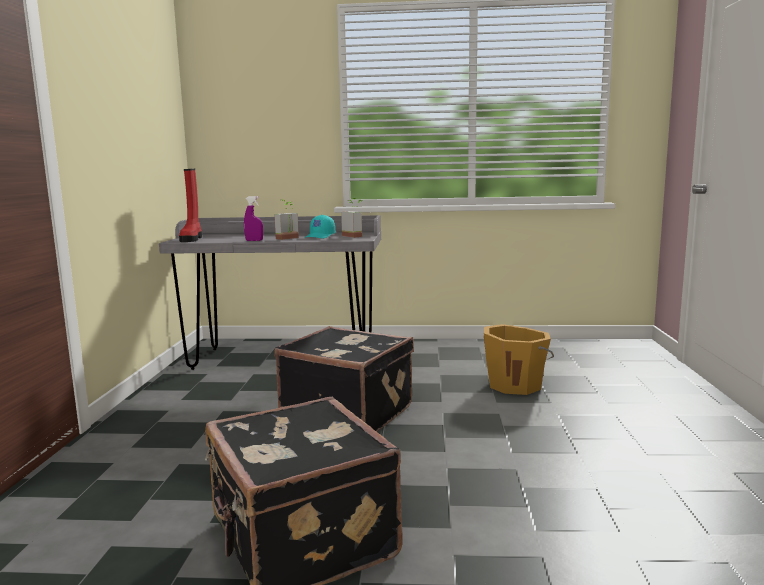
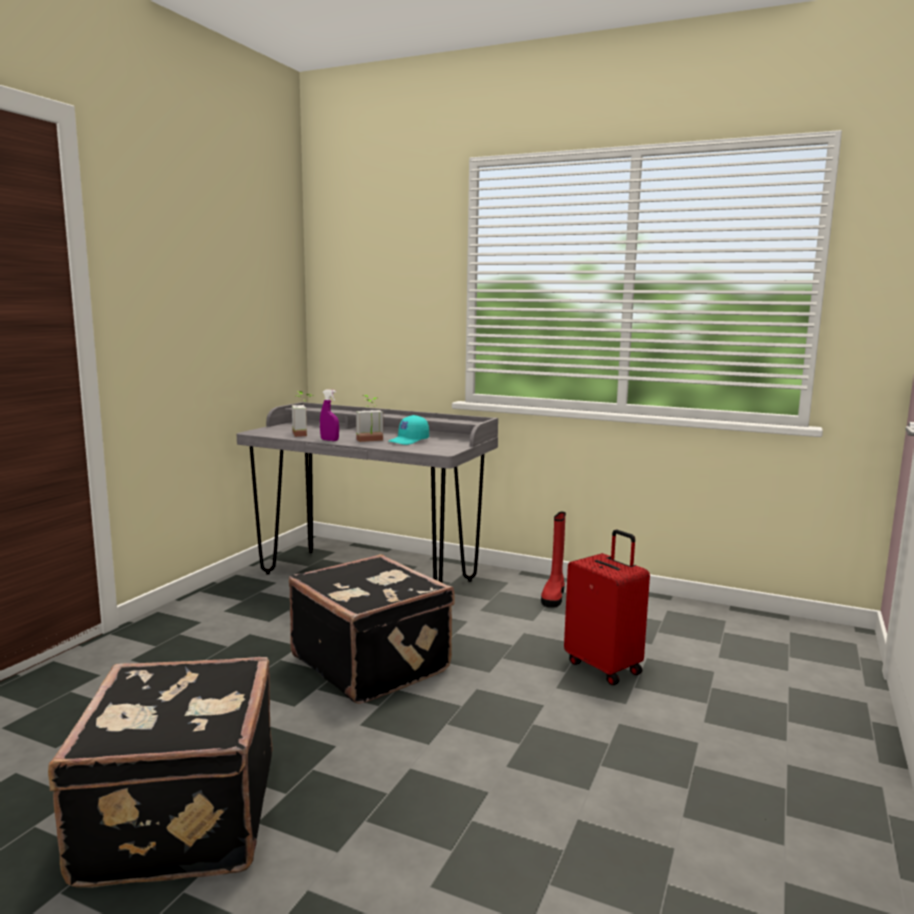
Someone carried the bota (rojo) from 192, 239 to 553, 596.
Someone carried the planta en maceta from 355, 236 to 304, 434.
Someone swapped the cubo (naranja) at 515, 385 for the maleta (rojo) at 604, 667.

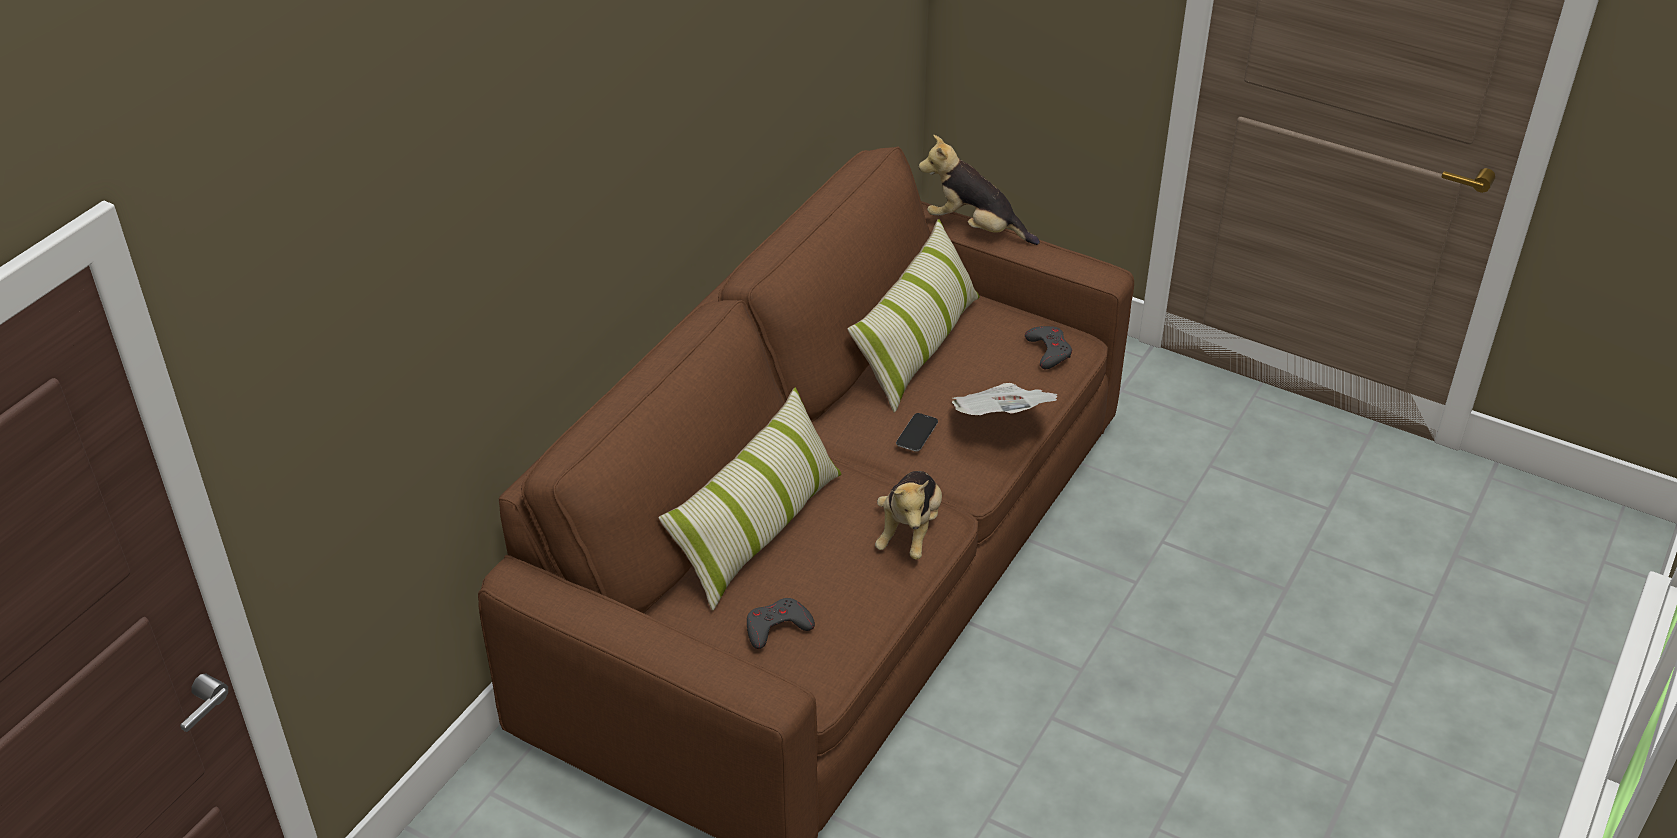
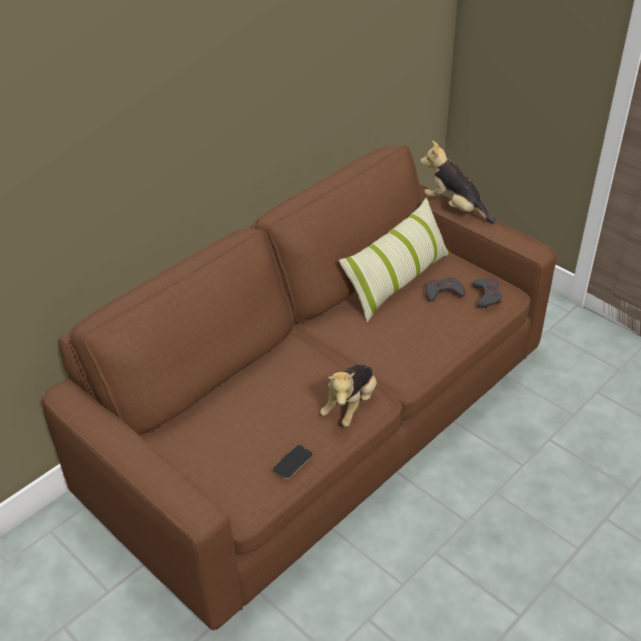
Someone took away the cojín at 758, 530.
Someone carried the mando de consola (gris) from 777, 627 to 443, 292.
Someone carried the móvil from 917, 433 to 293, 462.
Someone took away the periódico at 1001, 421.

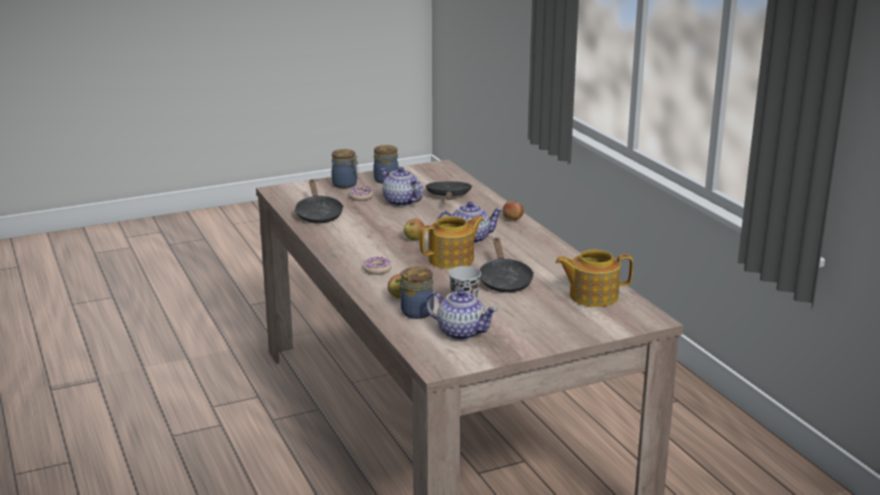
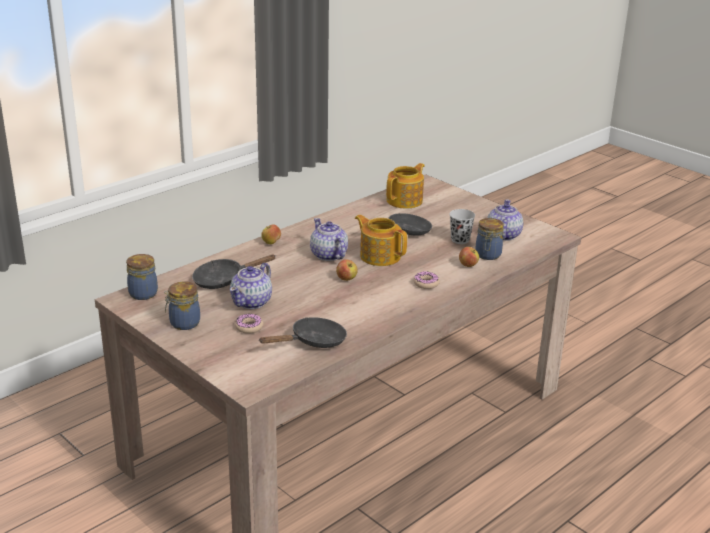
Someone carried the tarro from 345, 185 to 143, 293.
Someone rotated the tetera at 592, 296 by 120 degrees counterclockwise.

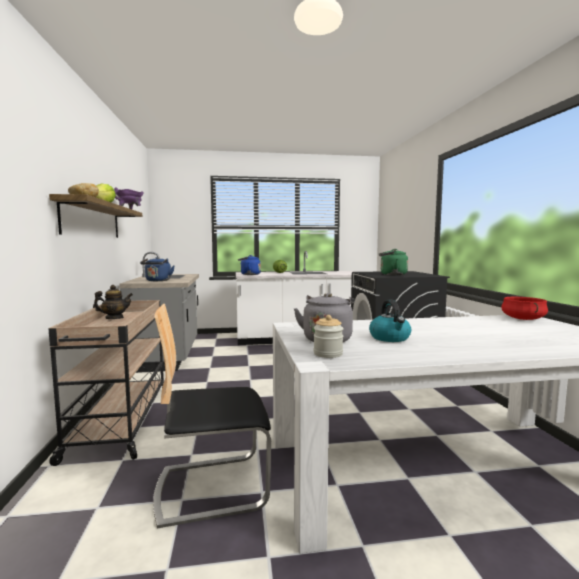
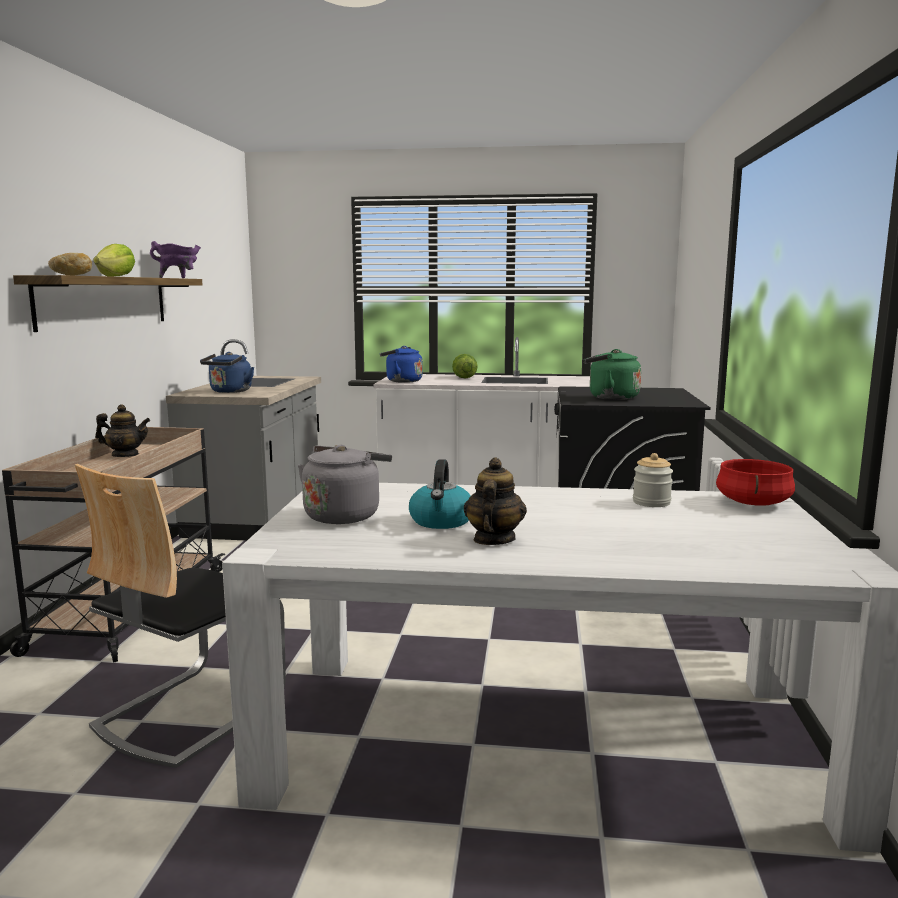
Someone rotated the silla at 212, 486 by 60 degrees counterclockwise.
Someone carried the tarro from 328, 354 to 651, 502.
Someone put down the tetera at 493, 540.

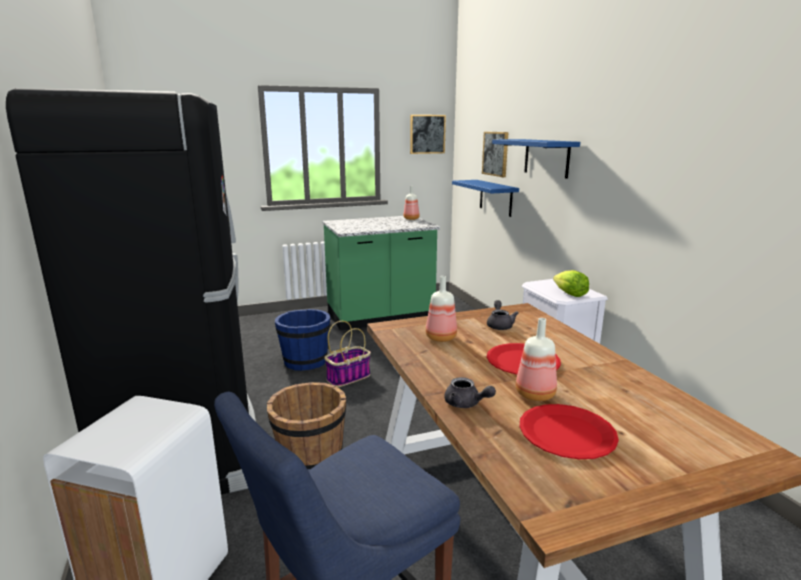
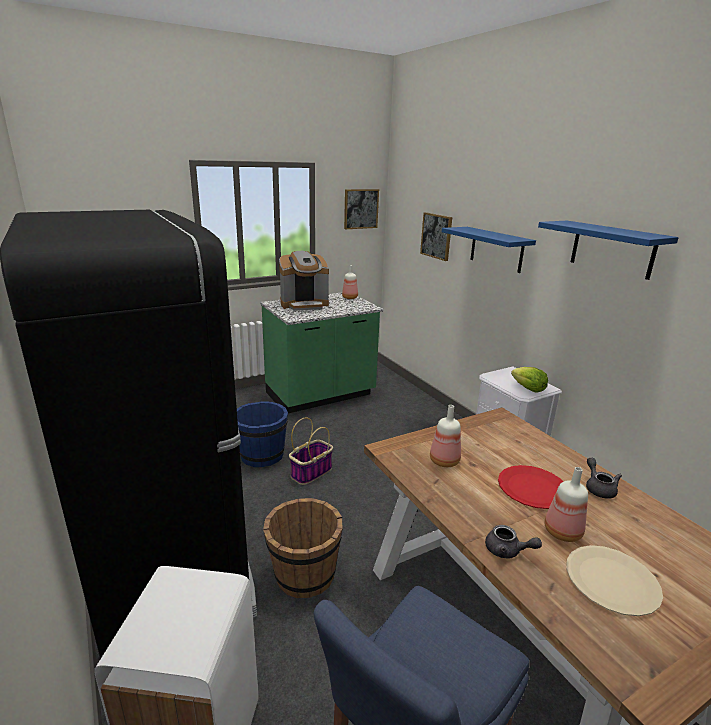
Someone carried the estante (azul) from 495, 197 to 612, 249.
Someone carried the tetera (gris) from 499, 325 to 598, 488.
Someone repainted the plato (rojo) at 566, 433, which became the plato (beis) at 611, 581.
Someone put down the cafetera at 304, 304.

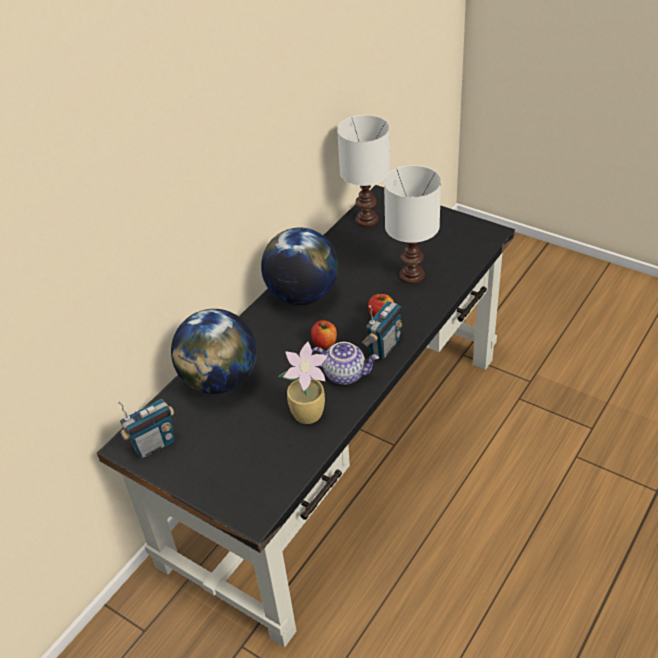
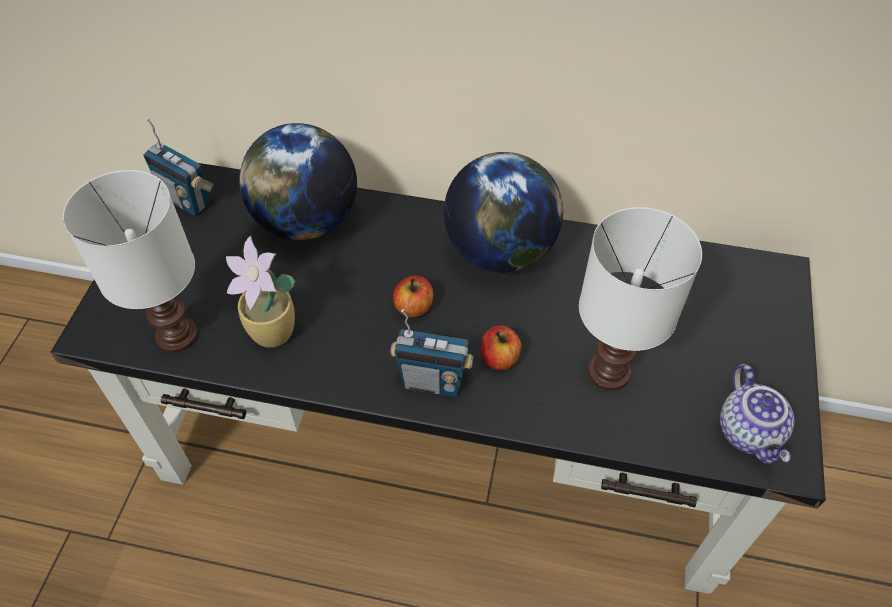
Someone carried the tetera from 345, 374 to 750, 432.
Someone carried the lámpara de mesa (blanco) from 366, 221 to 175, 336.

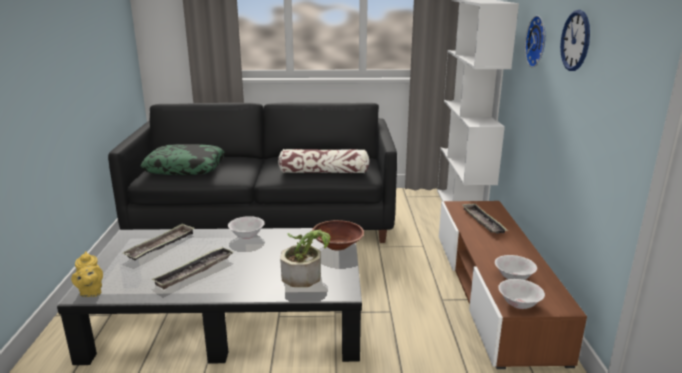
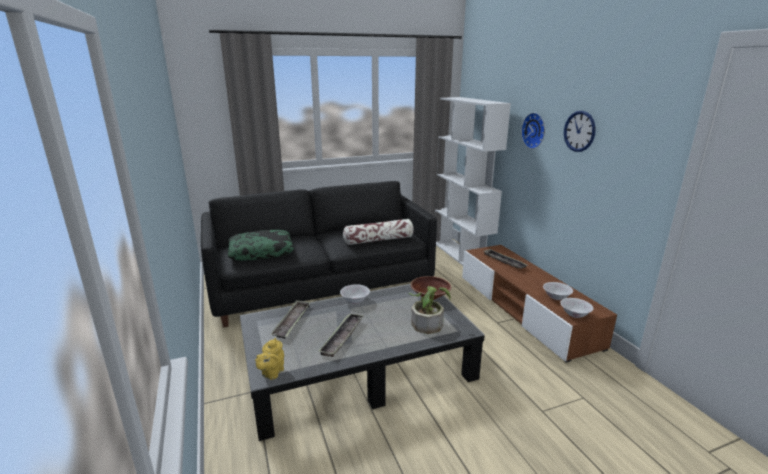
Someone rotated the tetera (amarillo) at 91, 292 by 60 degrees clockwise.

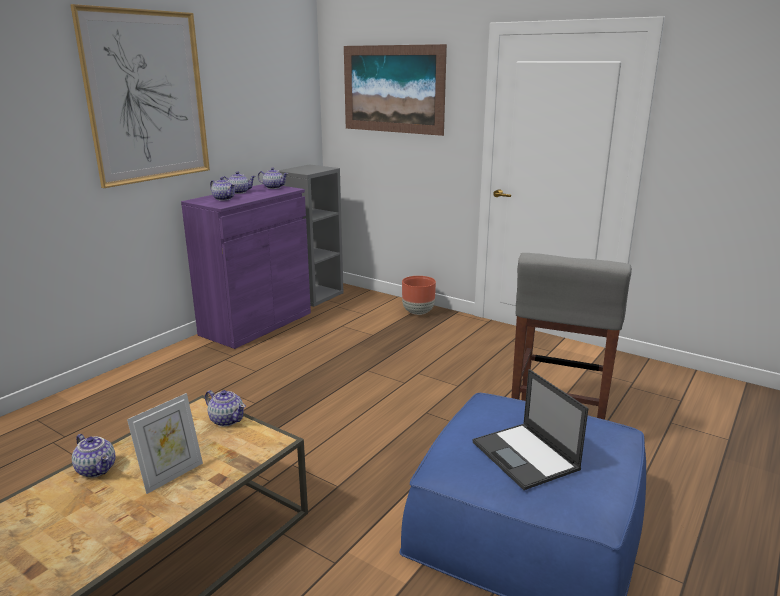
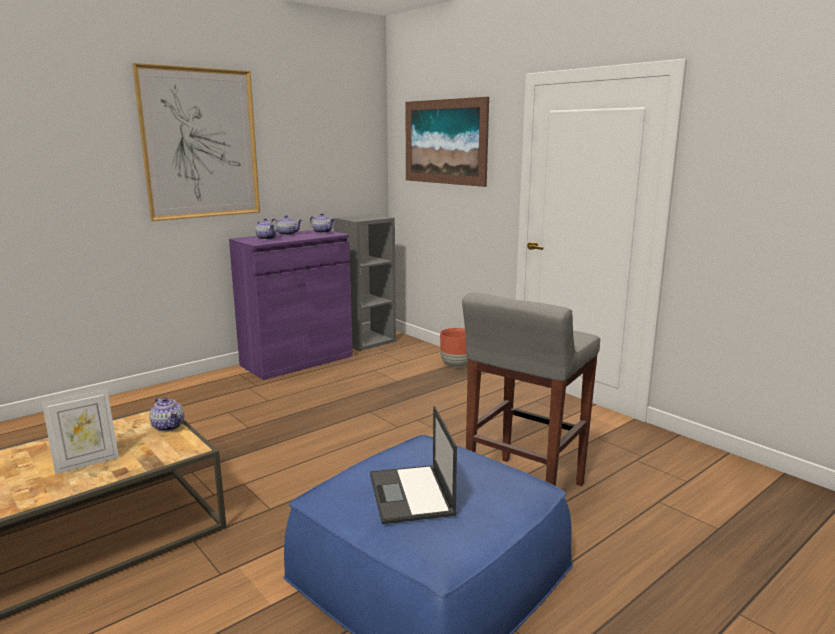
Someone took away the tetera at 97, 469.

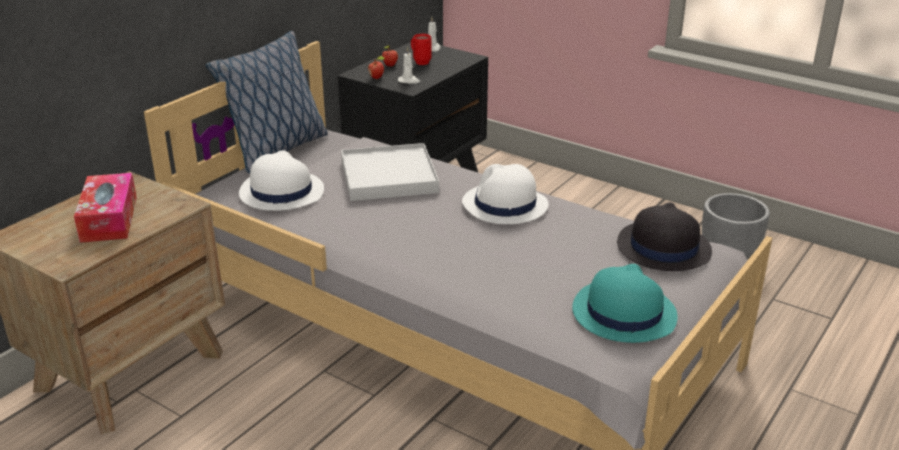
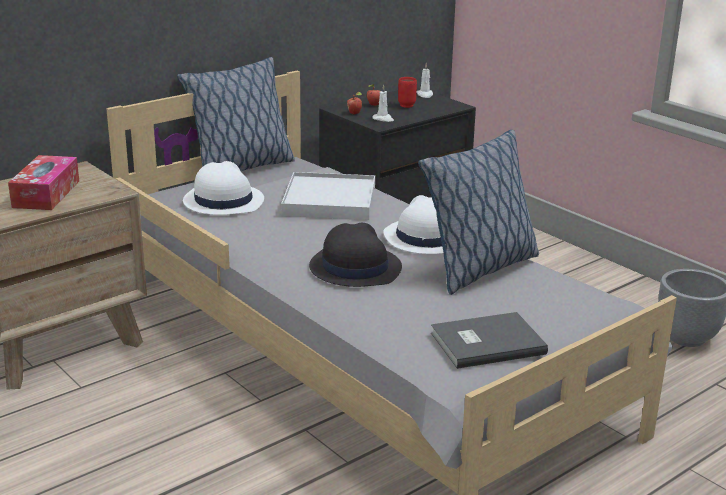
Someone swapped the sombrero (turquesa) at 623, 313 for the libro (gris) at 485, 342.
Someone carried the sombrero (negro) from 662, 248 to 354, 267.
Someone put down the cojín at 479, 269.

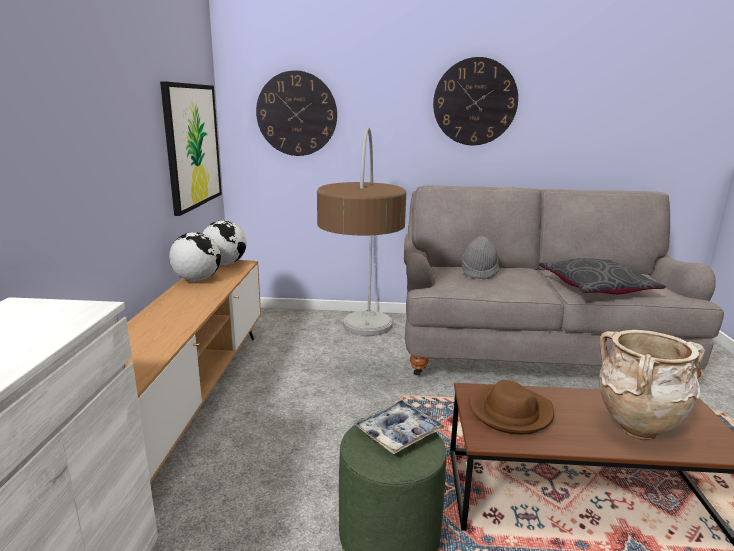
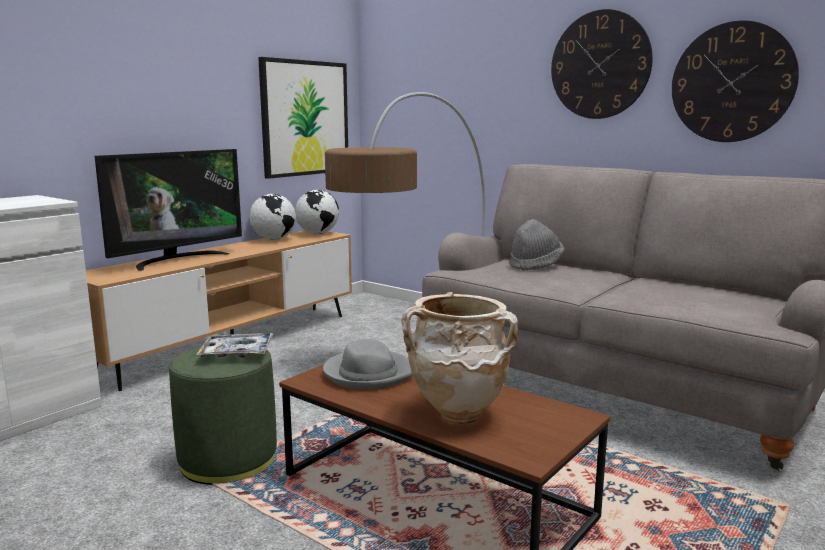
Someone carried the reloj de pared from 296, 114 to 732, 82.
Someone repainted the sombrero (marrón) at 510, 412, which became the sombrero (gris) at 368, 373.
Someone took away the cojín (gris) at 596, 287.
Someone put down the televisor at 176, 259.

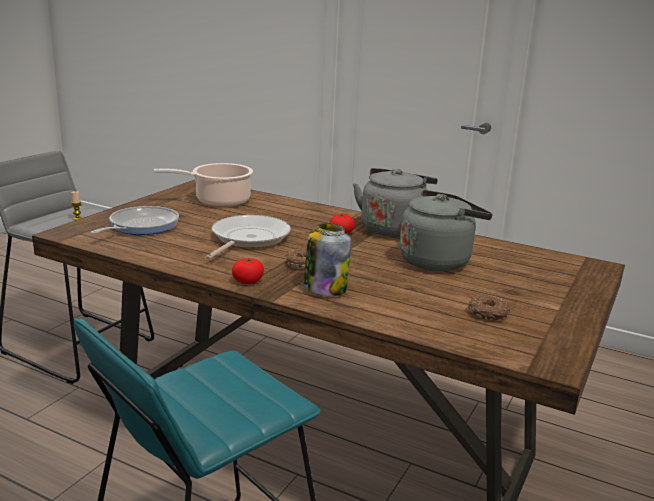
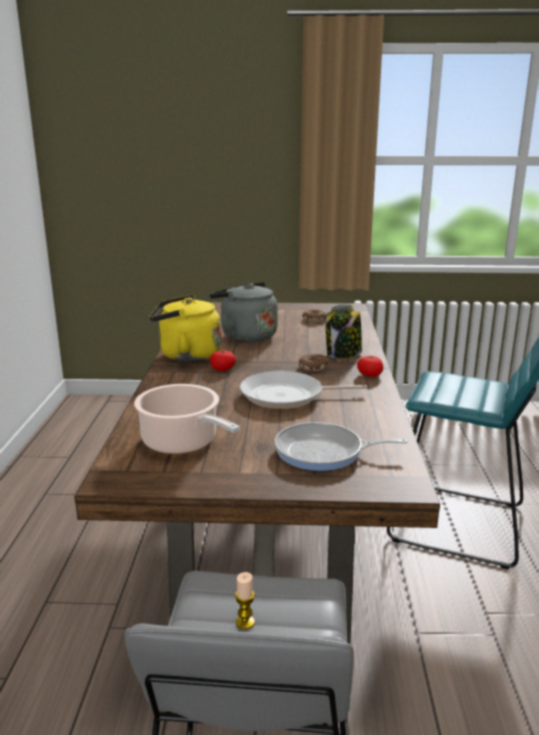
Someone repainted the hervidor (gris) at 393, 228, which became the hervidor (amarillo) at 186, 355.

